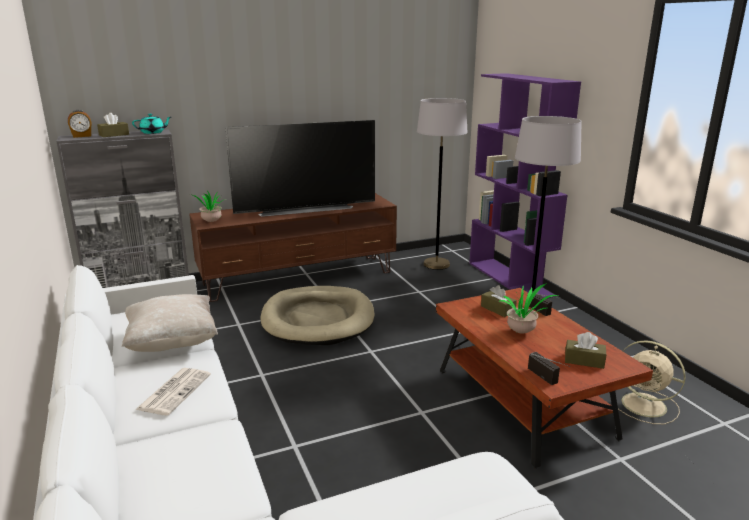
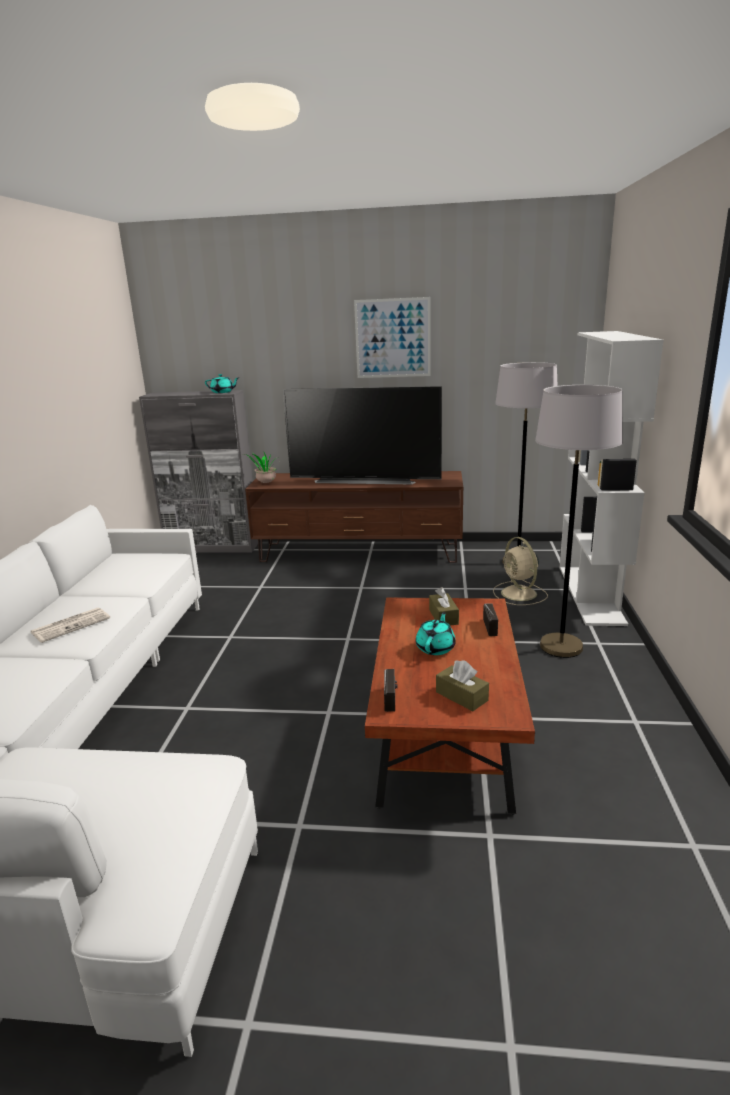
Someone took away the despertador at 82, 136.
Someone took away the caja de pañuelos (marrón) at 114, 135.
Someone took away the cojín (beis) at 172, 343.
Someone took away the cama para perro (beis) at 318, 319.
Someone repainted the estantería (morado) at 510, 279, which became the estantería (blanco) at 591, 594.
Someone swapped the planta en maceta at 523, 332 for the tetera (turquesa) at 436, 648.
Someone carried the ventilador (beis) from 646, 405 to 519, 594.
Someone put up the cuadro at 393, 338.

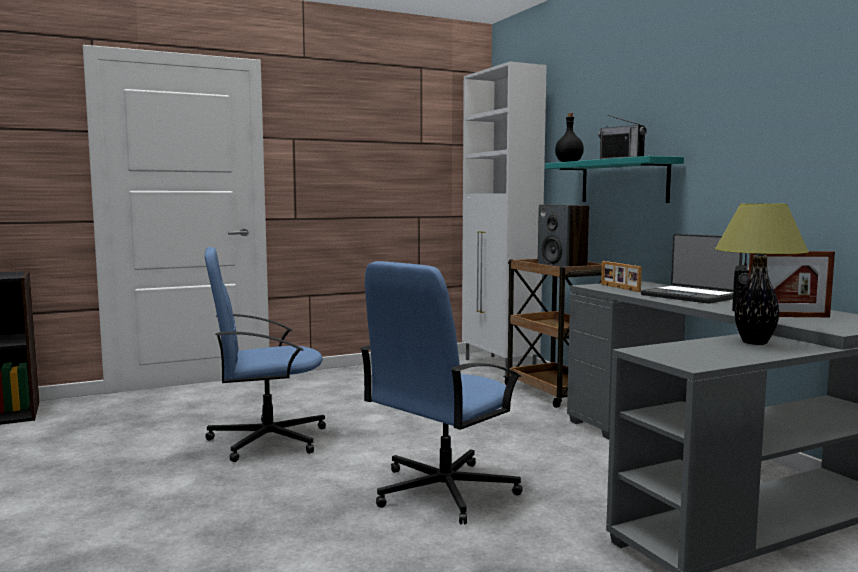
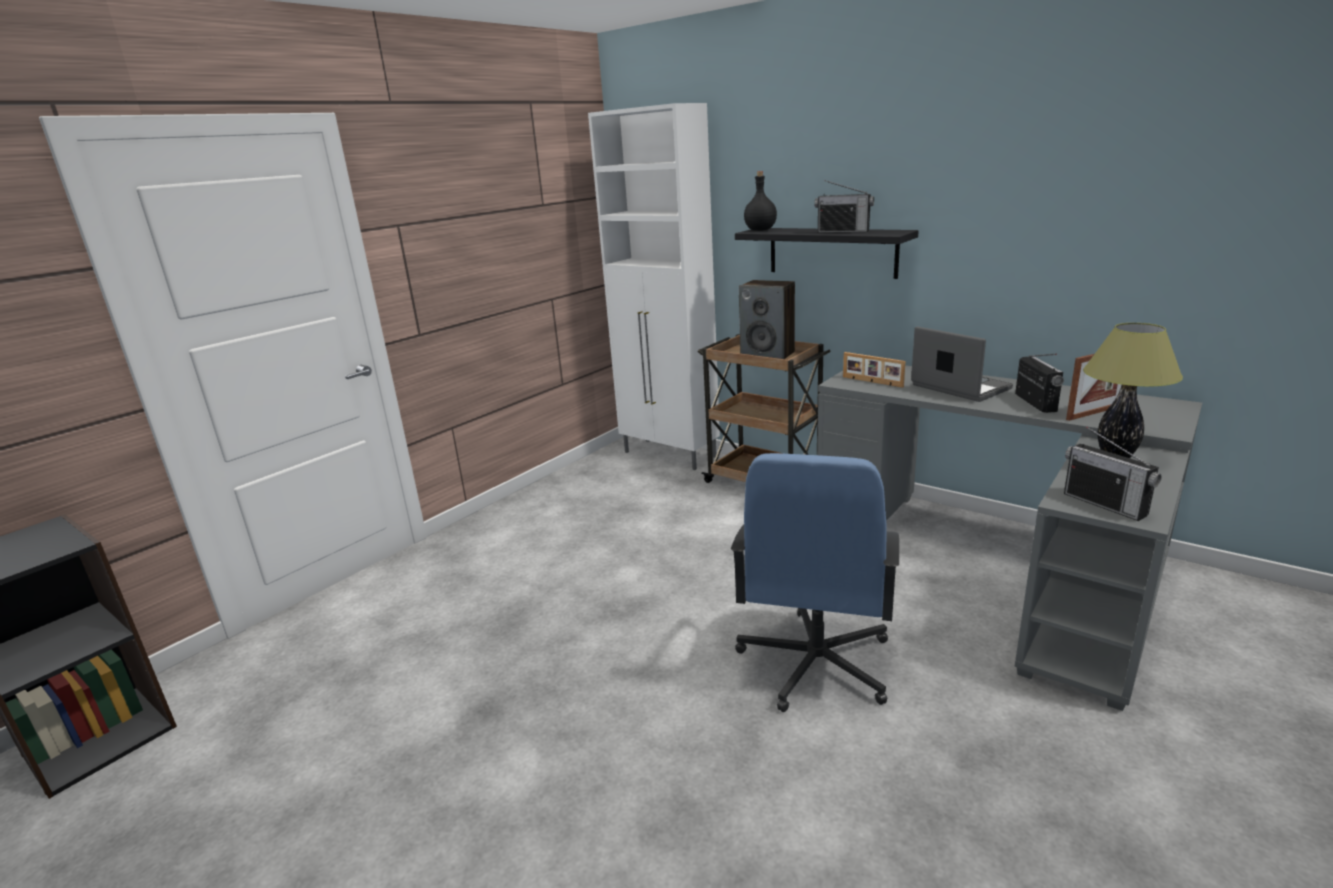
Someone took away the silla de oficina (azul) at 266, 440.
Someone repainted the estante (turquesa) at 623, 181, which became the estante (negro) at 832, 252.
Someone rotated the portátil at 690, 296 by 150 degrees counterclockwise.
Someone put down the radio at 1105, 504.

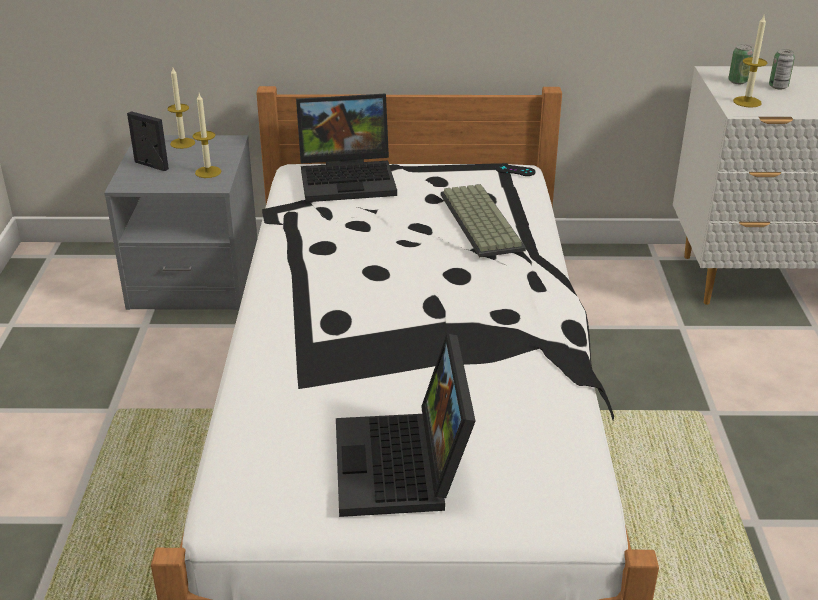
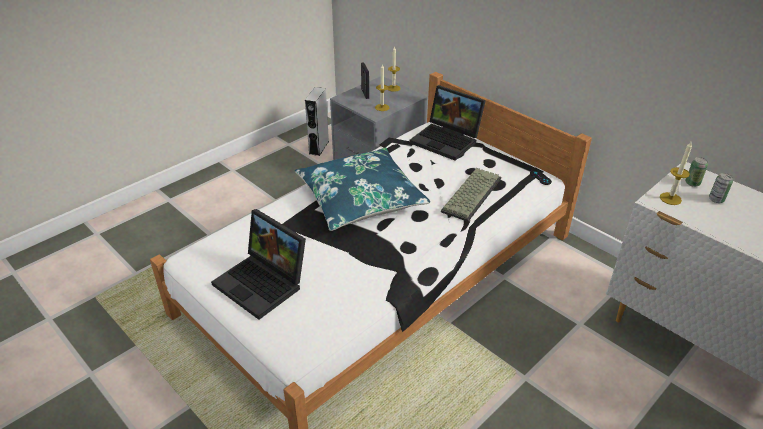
Someone rotated the portátil at 404, 467 by 90 degrees counterclockwise.
Someone put down the cojín (azul) at 360, 199.
Someone put down the altavoz (gris) at 319, 147.

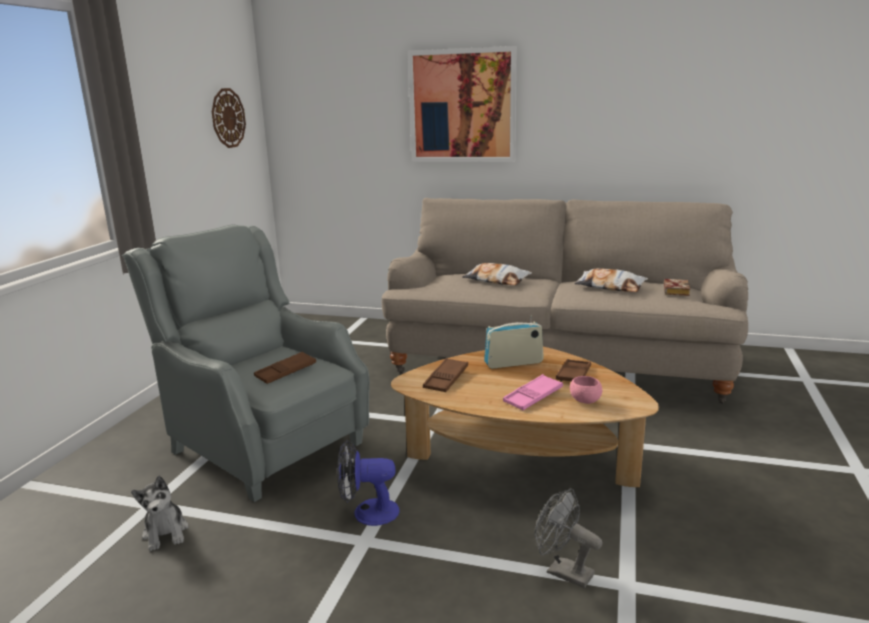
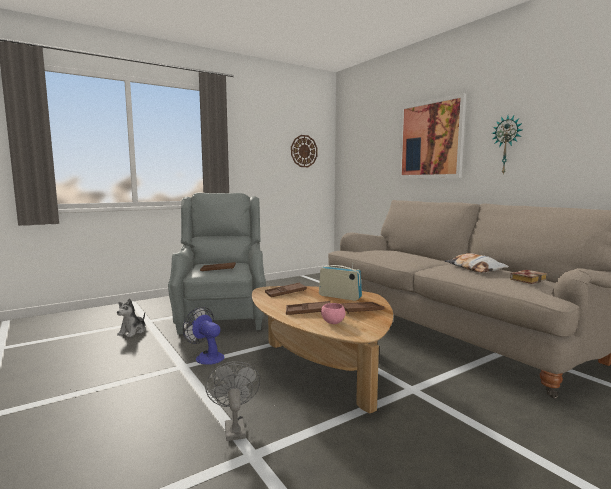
Someone took away the cojín at 496, 280.
Someone repainted the bandeja (rosa) at 533, 397, which became the bandeja (marrón) at 308, 312.
Someone put up the reloj de pared at 507, 145.

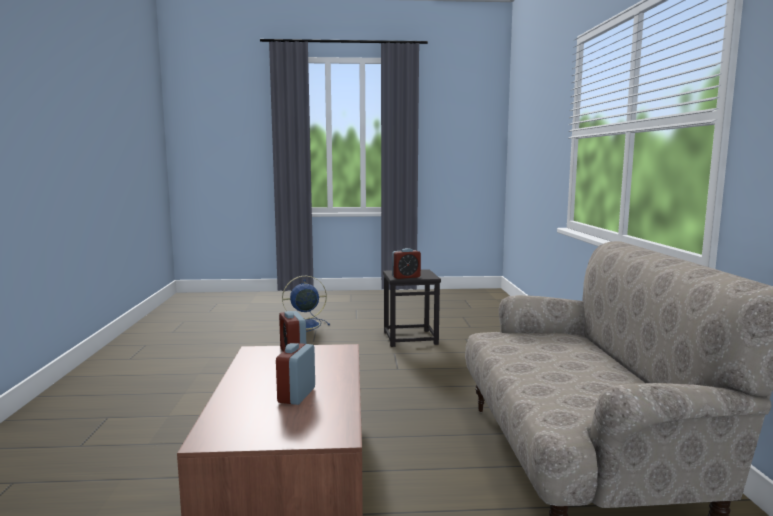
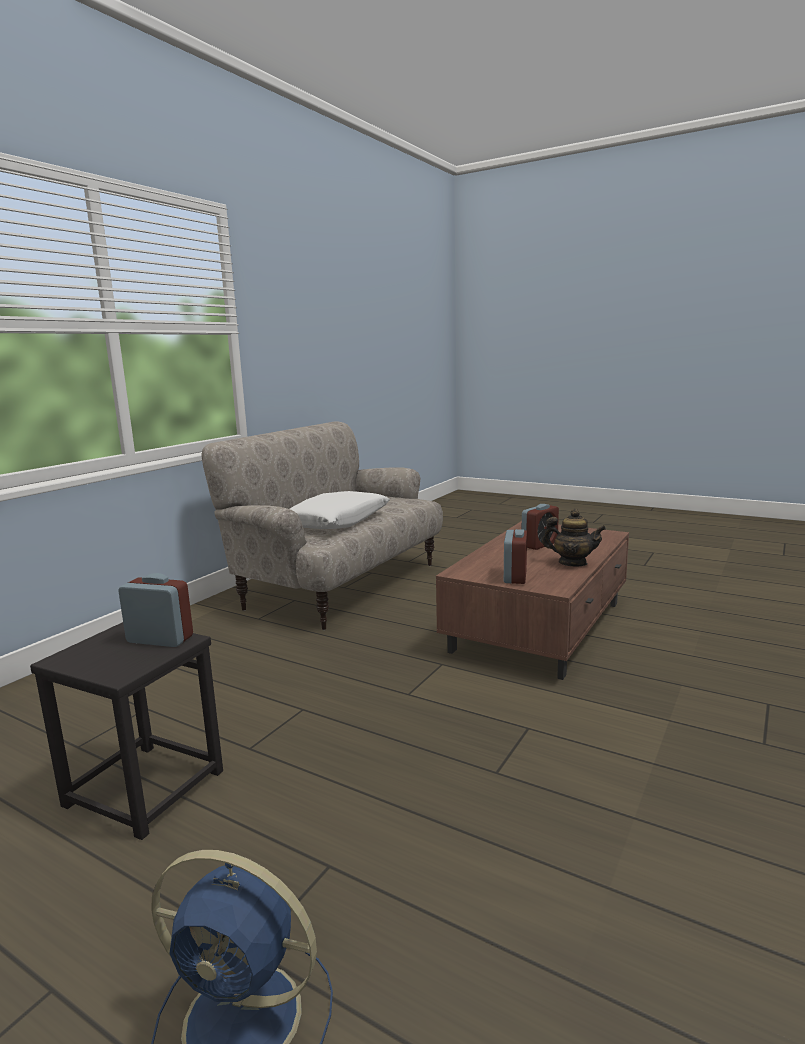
Someone put down the cojín (blanco) at 337, 522.
Someone put down the tetera at 572, 563.

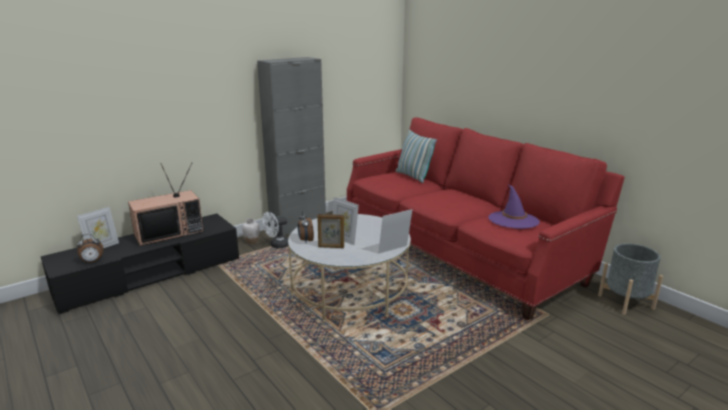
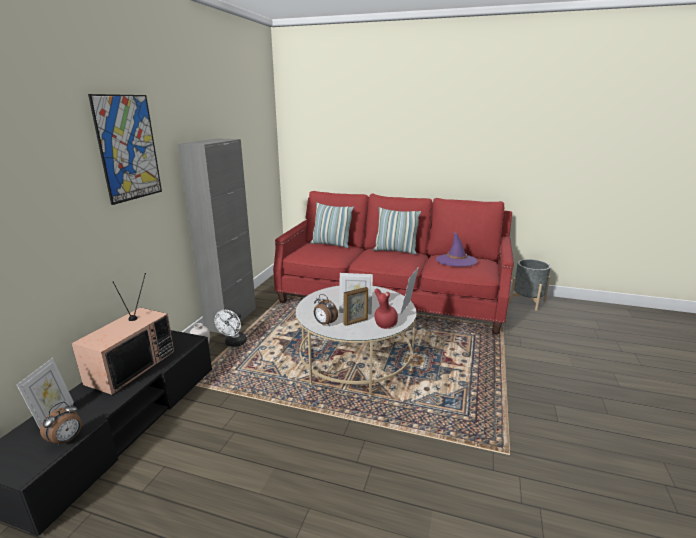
Someone put up the cuadro at 128, 148.
Someone put down the cojín at 395, 251.
Someone put down the florero (rojo) at 384, 325.

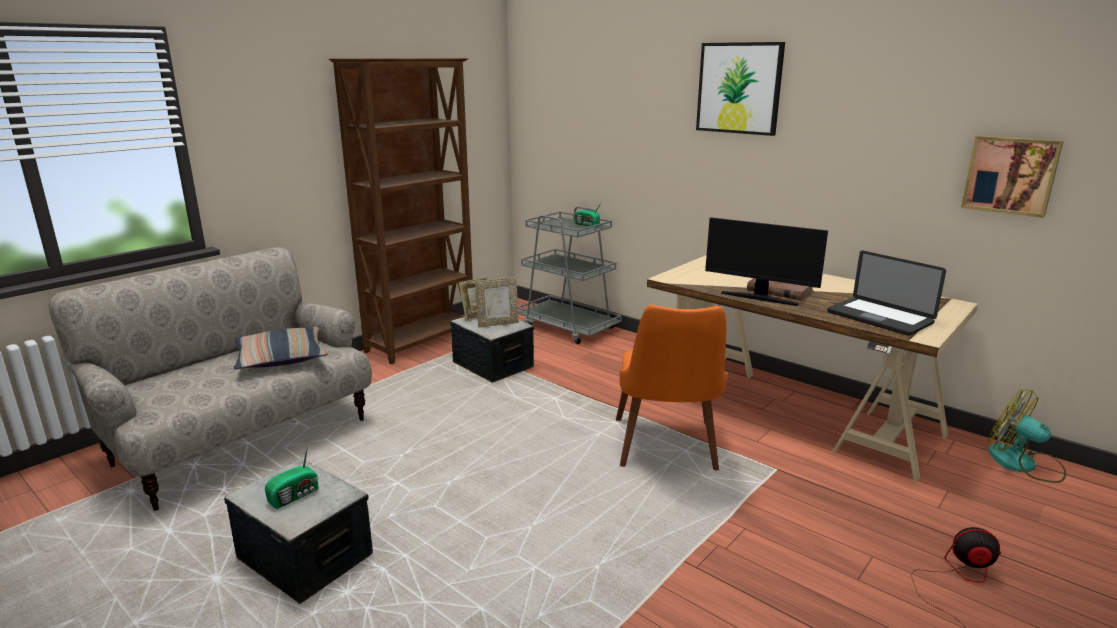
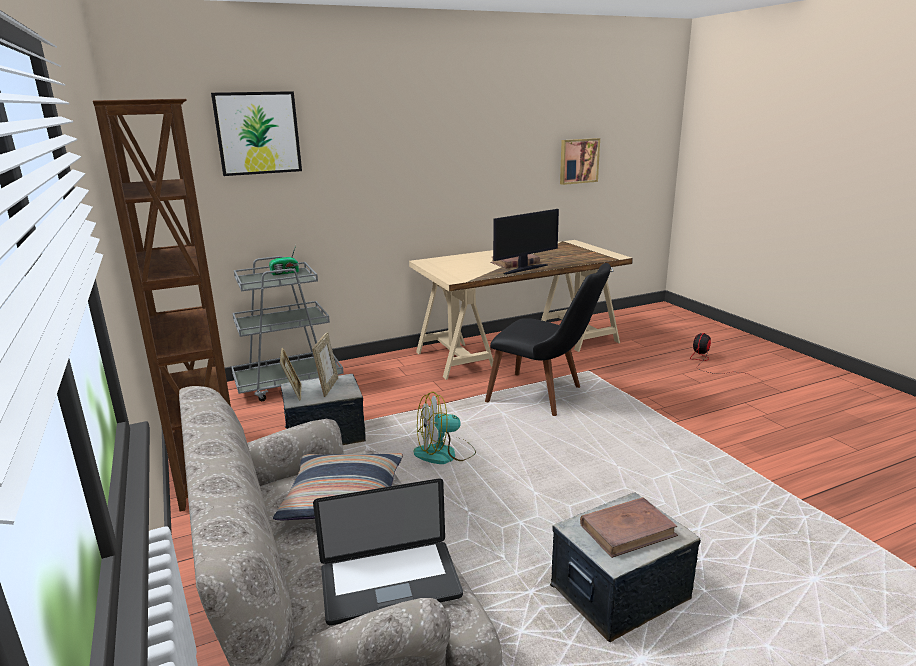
Someone swapped the radio at 295, 496 for the libro (marrón) at 628, 530.
Someone repainted the silla (naranja) at 667, 452, which became the silla (negro) at 546, 396.
Someone carried the cuadro from 739, 88 to 258, 133.
Someone carried the portátil from 879, 318 to 390, 583.
Someone carried the ventilador from 1023, 464 to 445, 454.

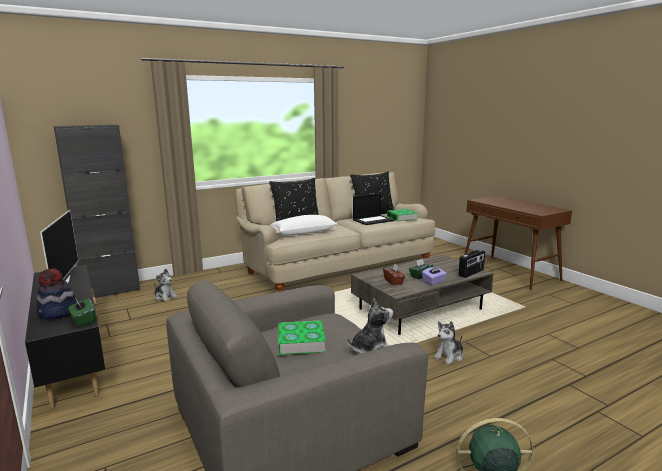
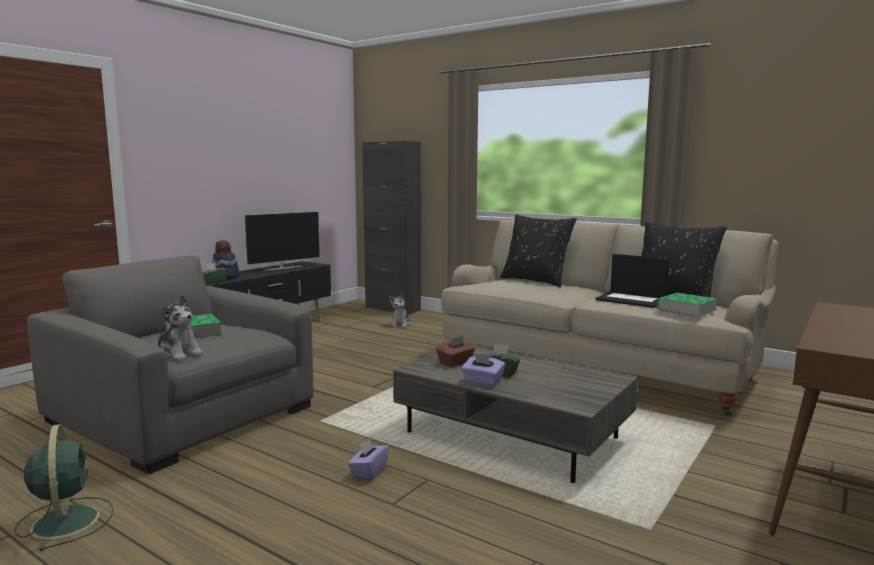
Someone took away the cojín (blanco) at 303, 232.
Someone swapped the peluche at 449, 356 for the caja de pañuelos (morado) at 369, 472.
Someone took away the radio at 471, 273.

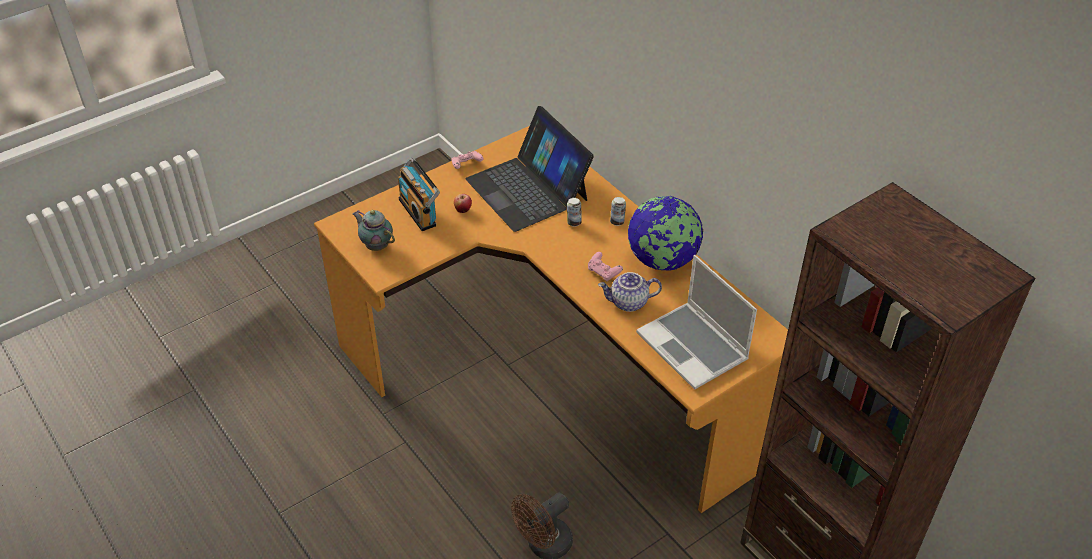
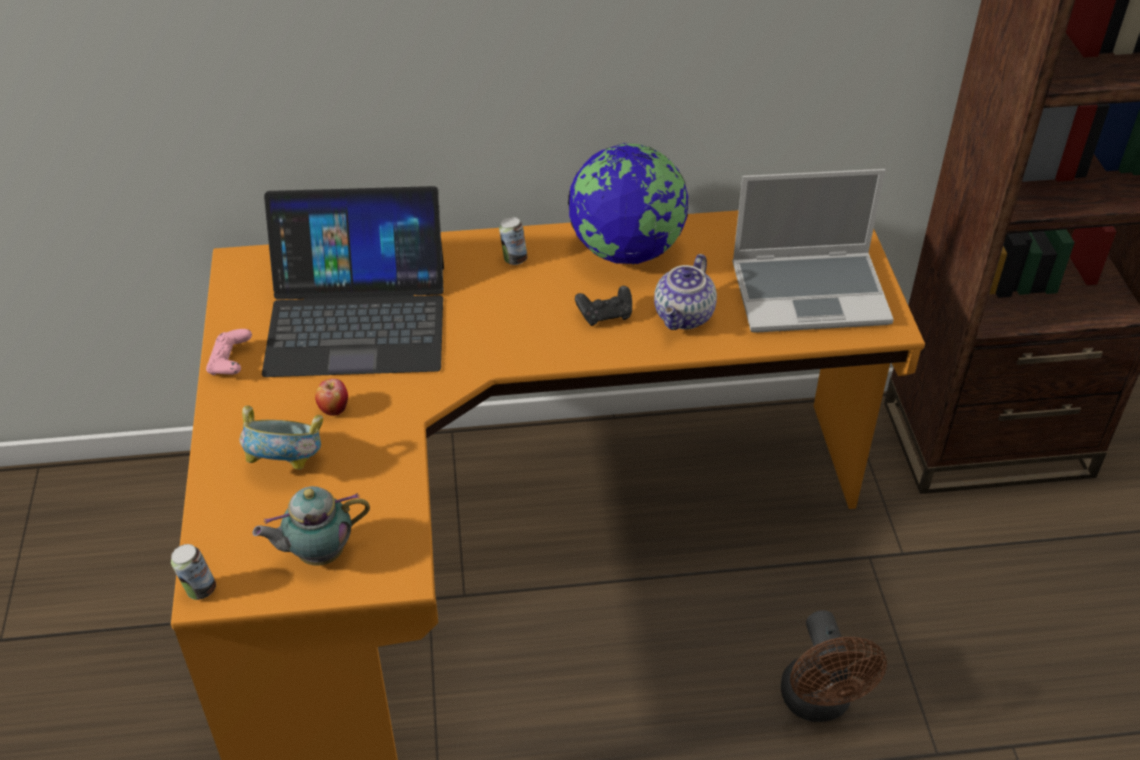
Someone swapped the radio at 420, 212 for the cuenco at 287, 463.
Someone carried the lata from 574, 222 to 199, 590.
Someone repainted the mando de consola (rosa) at 603, 272, which became the mando de consola (negro) at 605, 315.

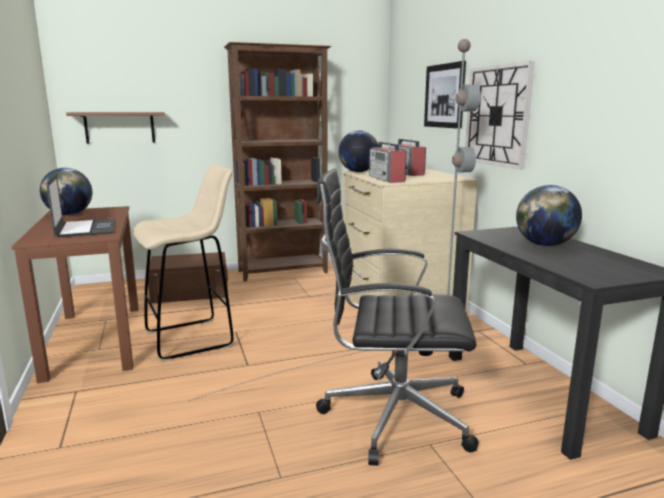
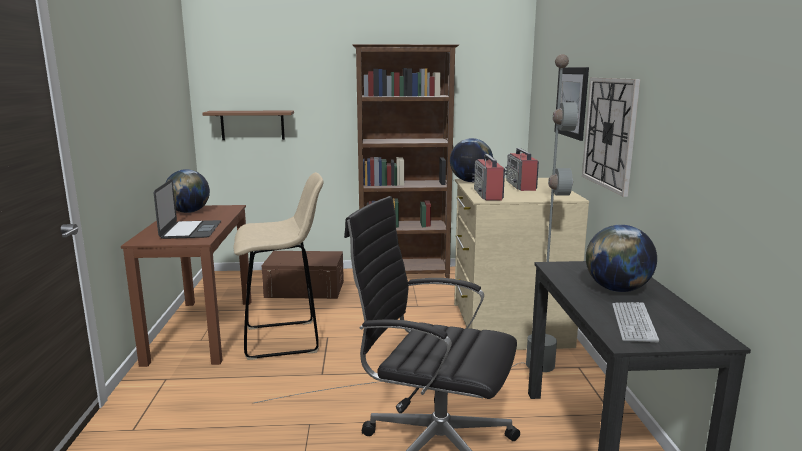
Someone put down the teclado at 633, 323.

